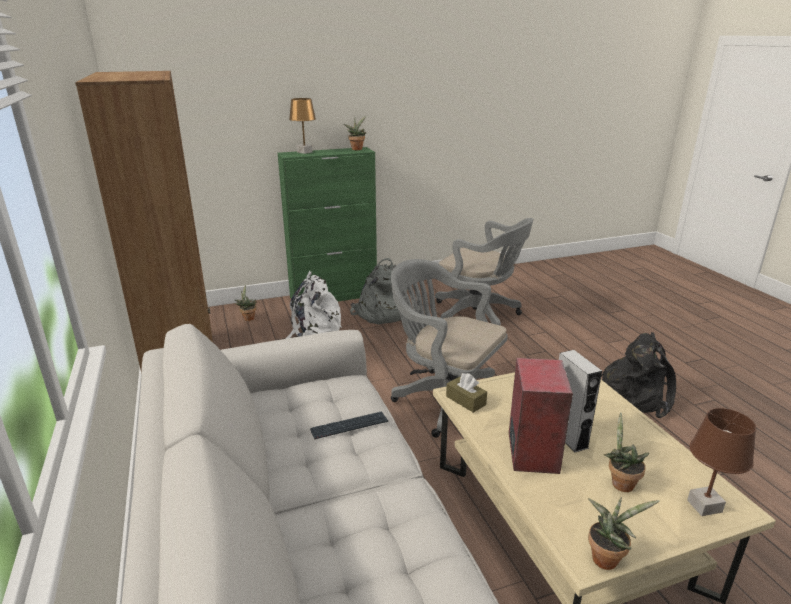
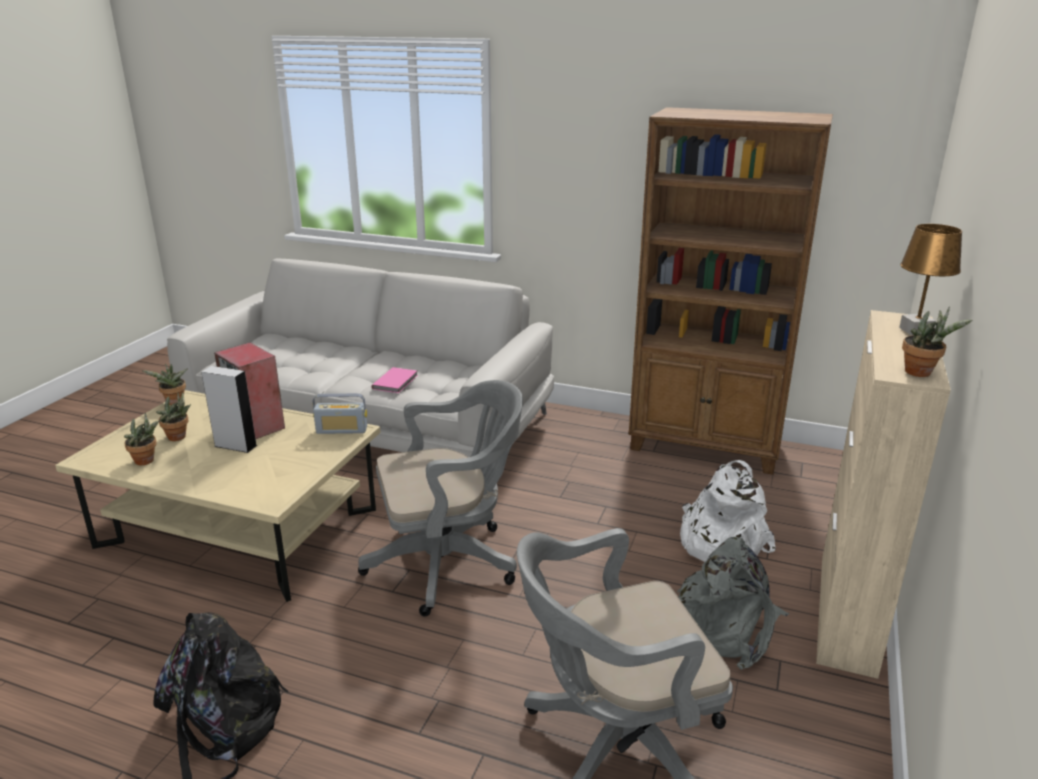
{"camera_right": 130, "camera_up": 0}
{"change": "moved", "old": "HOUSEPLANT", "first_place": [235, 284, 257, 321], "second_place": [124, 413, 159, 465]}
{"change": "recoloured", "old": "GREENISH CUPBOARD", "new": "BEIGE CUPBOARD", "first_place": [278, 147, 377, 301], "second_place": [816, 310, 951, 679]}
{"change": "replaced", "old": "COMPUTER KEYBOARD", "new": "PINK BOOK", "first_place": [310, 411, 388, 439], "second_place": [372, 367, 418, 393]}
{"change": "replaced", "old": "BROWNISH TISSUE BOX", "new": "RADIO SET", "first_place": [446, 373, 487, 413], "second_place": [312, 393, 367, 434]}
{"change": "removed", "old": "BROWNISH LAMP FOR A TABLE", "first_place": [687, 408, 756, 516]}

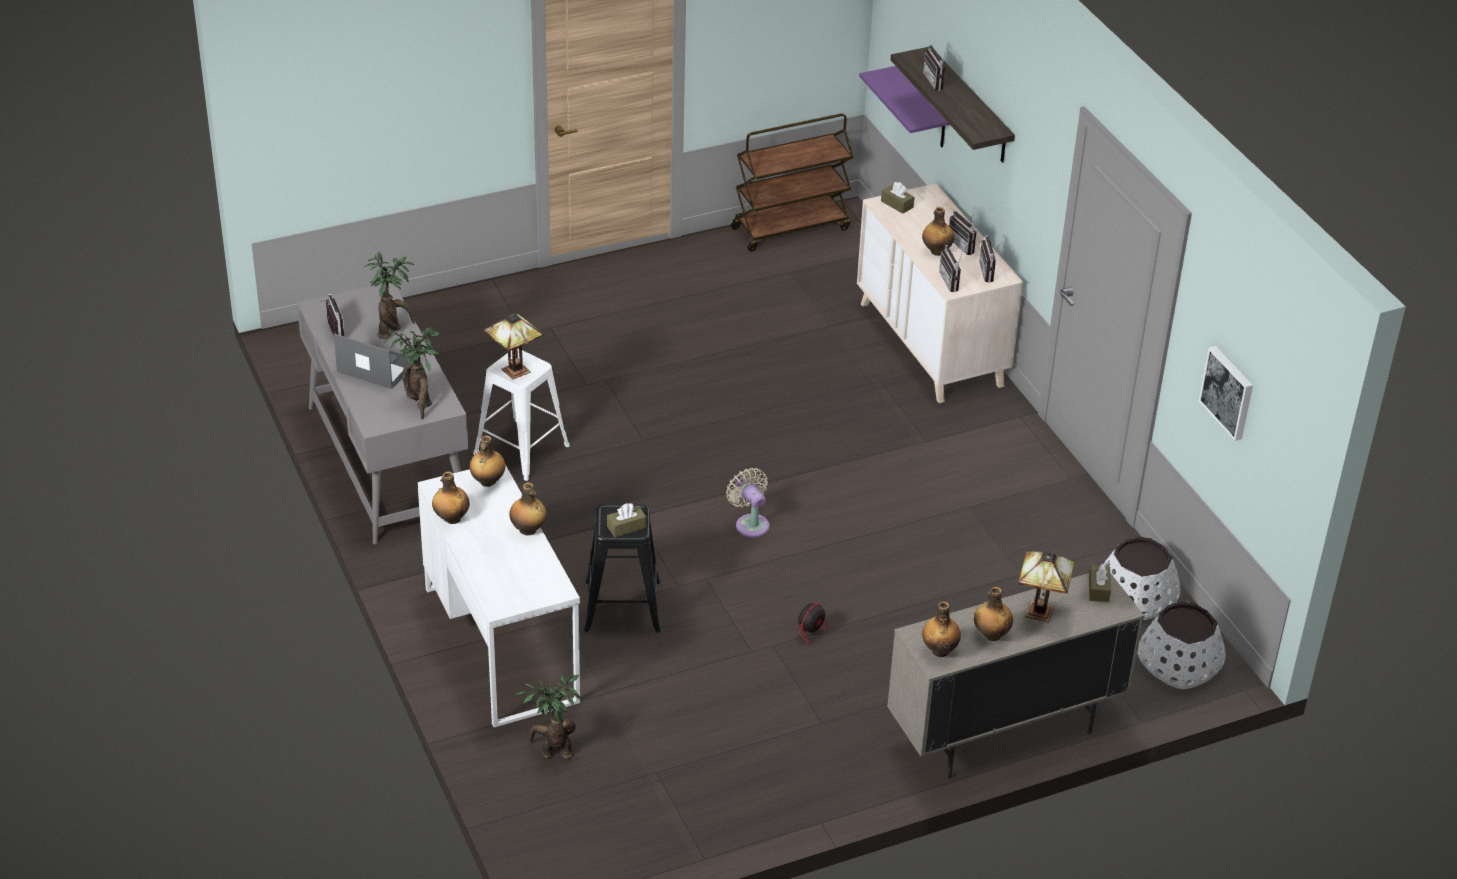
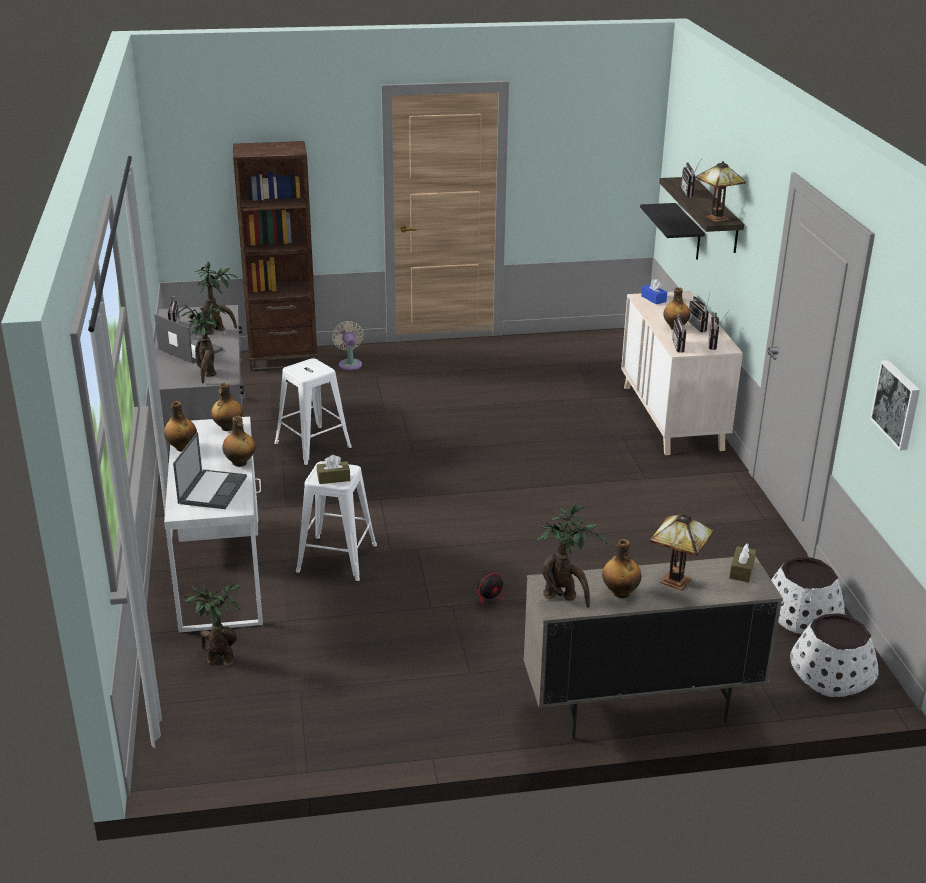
{"camera_right": 15, "camera_up": -10}
{"change": "moved", "old": "LAMP FOR A TABLE", "first_place": [484, 314, 544, 379], "second_place": [696, 161, 746, 222]}
{"change": "recoloured", "old": "BLACK-COLOURED STOOL", "new": "WHITE STOOL", "first_place": [584, 504, 661, 633], "second_place": [295, 461, 377, 582]}
{"change": "moved", "old": "BEIGE FAN", "first_place": [726, 468, 770, 538], "second_place": [332, 321, 364, 370]}
{"change": "removed", "old": "BROWNISH WHEELED CART", "first_place": [731, 113, 854, 252]}
{"change": "recoloured", "old": "PURPLE-COLOURED SHELF", "new": "BLACK-COLOURED SHELF", "first_place": [859, 66, 950, 147], "second_place": [640, 203, 705, 260]}
{"change": "recoloured", "old": "BROWNISH TISSUE BOX", "new": "BLUE TISSUE BOX", "first_place": [881, 182, 914, 214], "second_place": [641, 279, 667, 304]}
{"change": "replaced", "old": "BOTTLE", "new": "HOUSEPLANT", "first_place": [922, 601, 961, 657], "second_place": [537, 503, 607, 608]}
{"change": "added", "new": "LAPTOP", "second_place": [173, 432, 247, 509]}
{"change": "added", "new": "BROWNISH BOOKCASE", "second_place": [233, 141, 318, 372]}

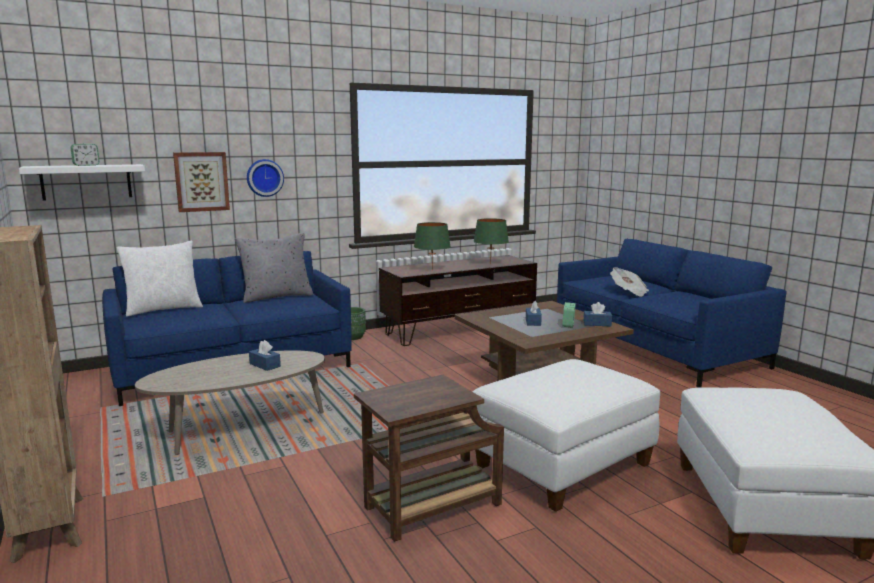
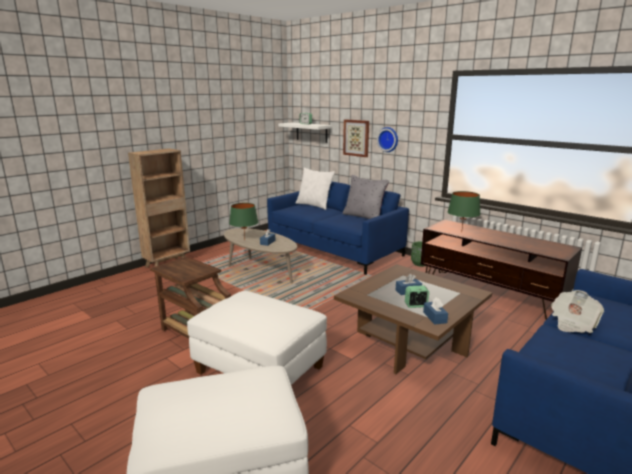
{"camera_right": 70, "camera_up": 5}
{"change": "moved", "old": "GREENISH LAMP FOR A TABLE", "first_place": [474, 218, 509, 264], "second_place": [229, 203, 258, 238]}

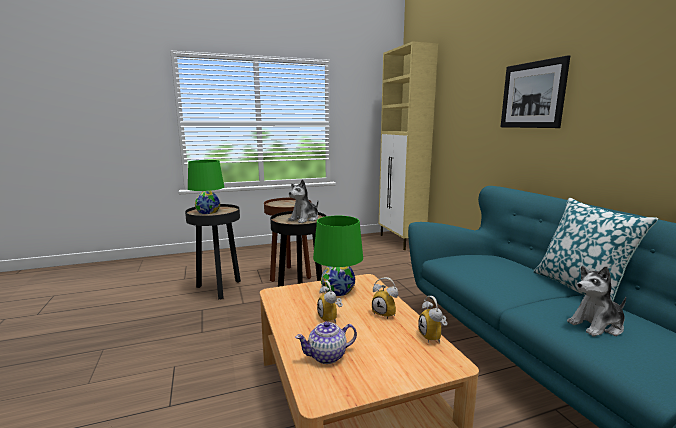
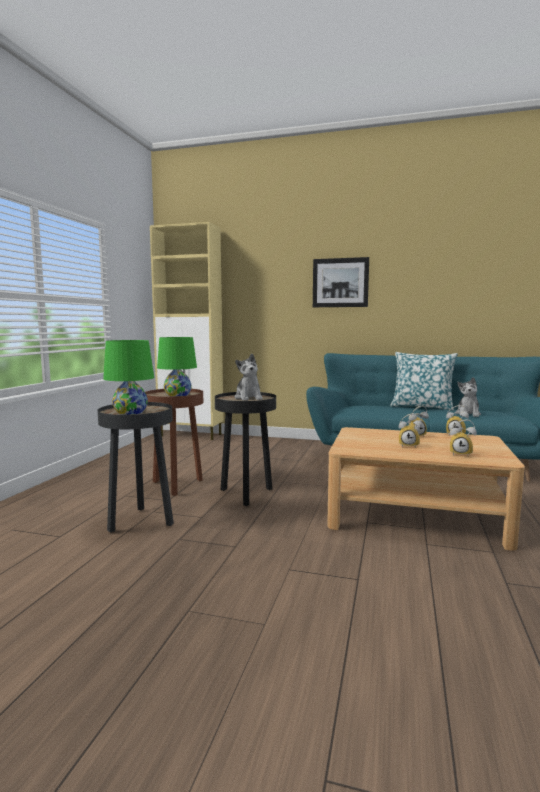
{"camera_right": -55, "camera_up": -5}
{"change": "replaced", "old": "POT FOR TEA", "new": "ALARM CLOCK", "first_place": [295, 321, 357, 364], "second_place": [450, 420, 477, 456]}
{"change": "moved", "old": "GREENISH LAMP FOR A TABLE", "first_place": [313, 216, 363, 296], "second_place": [157, 337, 197, 397]}

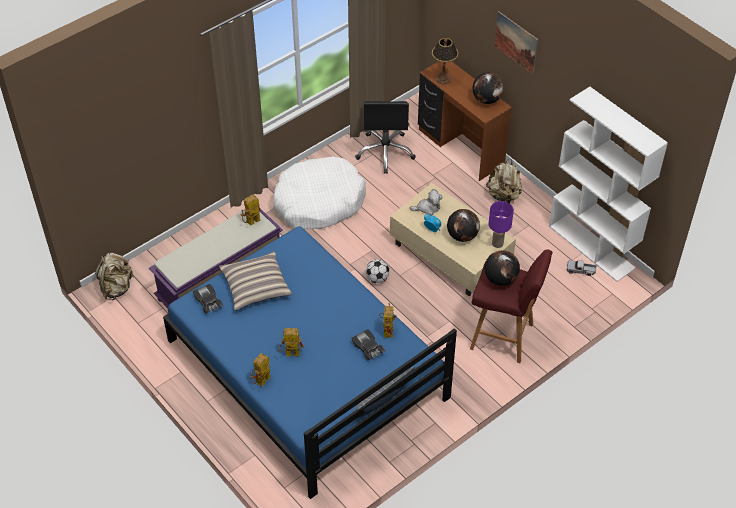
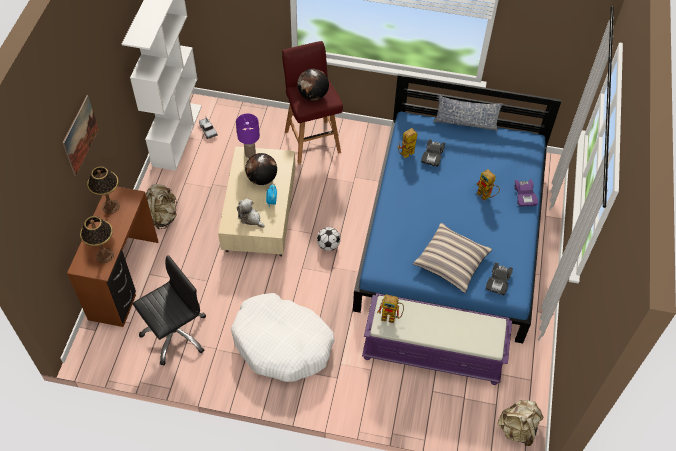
{"camera_right": -130, "camera_up": 5}
{"change": "replaced", "old": "MODEL ROBOT", "new": "PURPLE-COLOURED TOY CAR", "first_place": [250, 353, 271, 386], "second_place": [515, 180, 538, 207]}
{"change": "replaced", "old": "GLOBE", "new": "LAMP FOR A TABLE", "first_place": [472, 72, 504, 104], "second_place": [87, 166, 120, 214]}

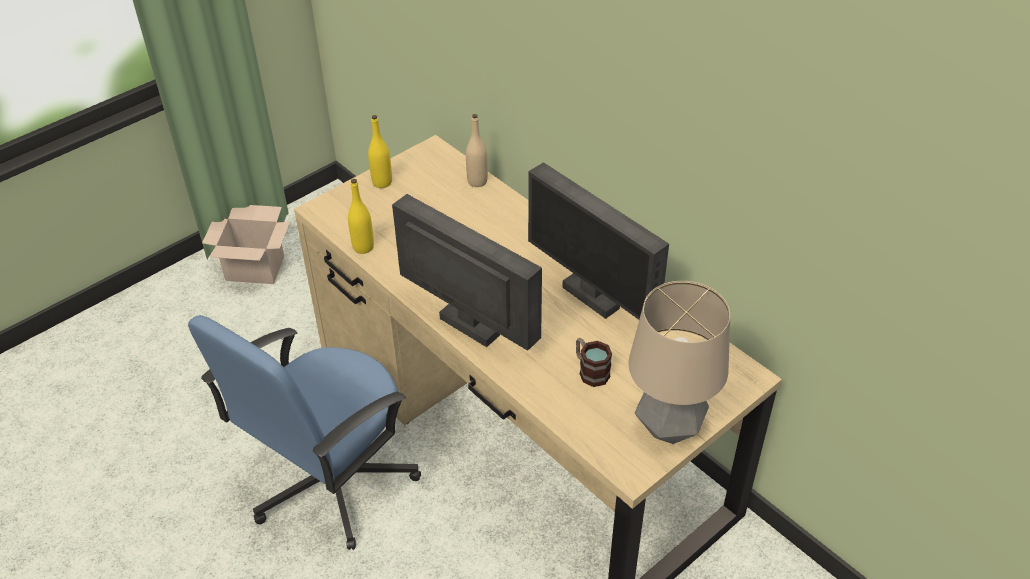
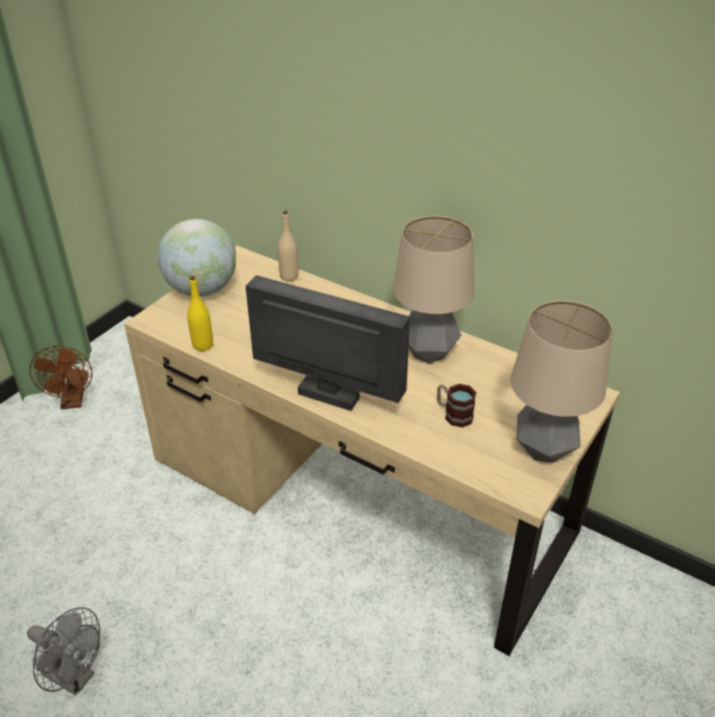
{"camera_right": -15, "camera_up": -5}
{"change": "removed", "old": "BLUE DESK CHAIR", "first_place": [188, 315, 421, 550]}
{"change": "replaced", "old": "CARDBOARD BOX", "new": "BROWNISH FAN", "first_place": [202, 205, 290, 284], "second_place": [29, 346, 92, 409]}
{"change": "replaced", "old": "YELLOW-COLOURED BOTTLE", "new": "GLOBE", "first_place": [368, 115, 392, 188], "second_place": [158, 219, 236, 297]}
{"change": "replaced", "old": "MONITOR", "new": "LAMP FOR A TABLE", "first_place": [528, 162, 669, 320], "second_place": [393, 216, 474, 363]}
{"change": "added", "new": "GRAY FAN", "second_place": [27, 607, 100, 696]}

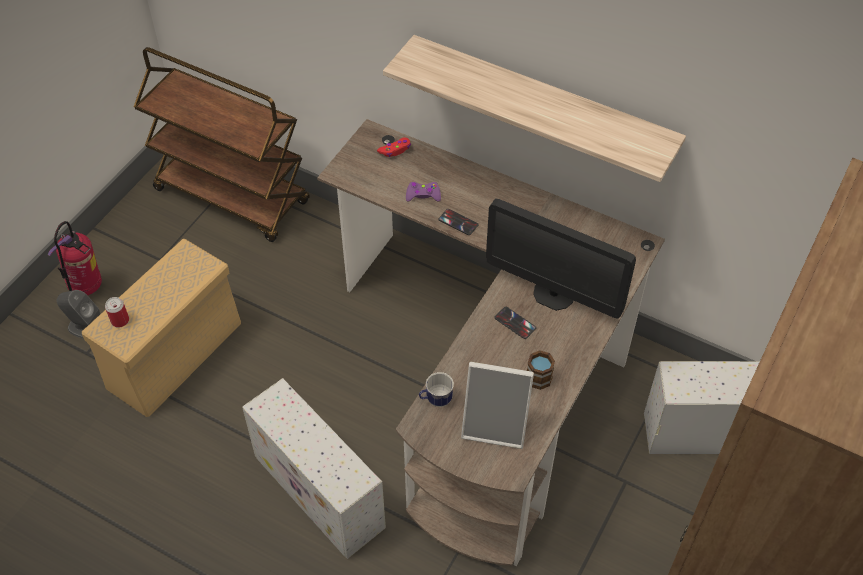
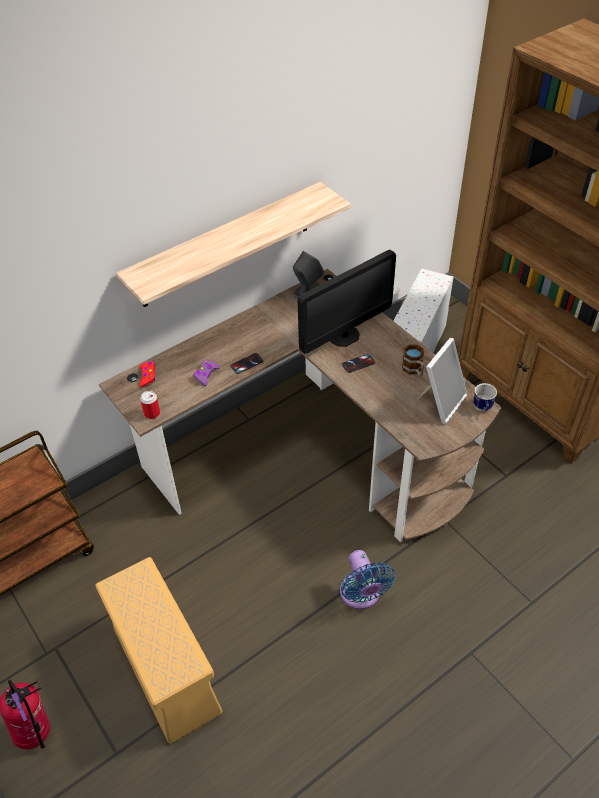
{"camera_right": -65, "camera_up": -5}
{"change": "moved", "old": "GRAY AUDIO SPEAKER", "first_place": [57, 290, 100, 339], "second_place": [293, 251, 324, 299]}
{"change": "moved", "old": "METAL CAN", "first_place": [105, 297, 129, 328], "second_place": [140, 391, 160, 419]}
{"change": "replaced", "old": "WHITE STORAGE CONTAINER", "new": "BLUE FAN", "first_place": [242, 378, 386, 559], "second_place": [340, 550, 395, 610]}
{"change": "moved", "old": "COFFEE MUG", "first_place": [419, 372, 454, 407], "second_place": [473, 383, 497, 411]}

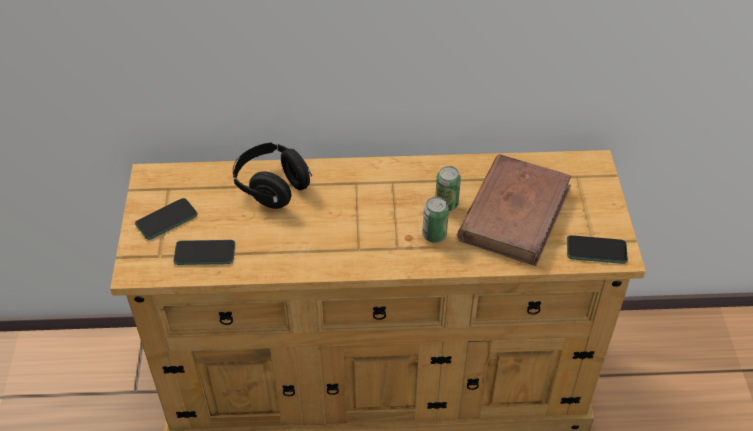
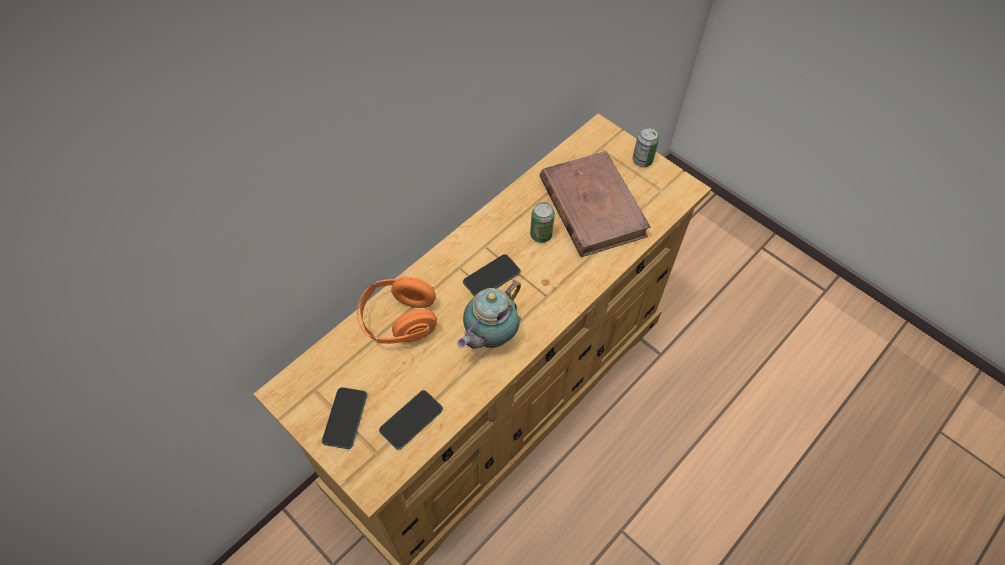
{"camera_right": -45, "camera_up": 10}
{"change": "recoloured", "old": "BLACK-COLOURED PAIR OF HEADPHONES", "new": "ORANGE-COLOURED PAIR OF HEADPHONES", "first_place": [233, 142, 313, 209], "second_place": [357, 277, 437, 344]}
{"change": "moved", "old": "METAL CAN", "first_place": [423, 197, 449, 243], "second_place": [633, 127, 659, 167]}
{"change": "moved", "old": "PHONE", "first_place": [567, 235, 628, 264], "second_place": [463, 254, 521, 297]}
{"change": "added", "new": "POT FOR TEA", "second_place": [457, 279, 521, 349]}

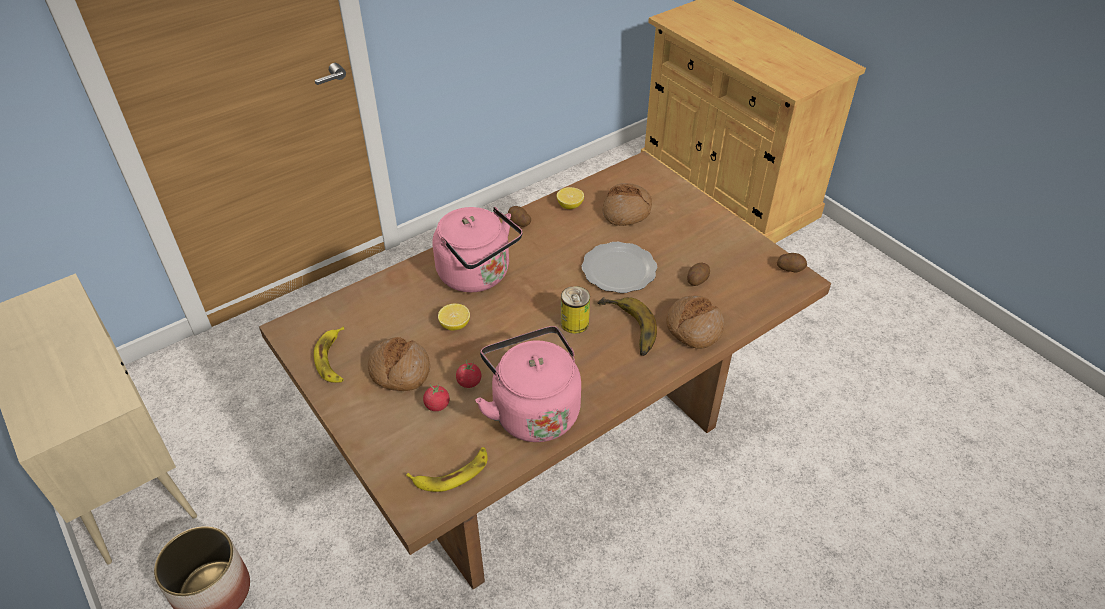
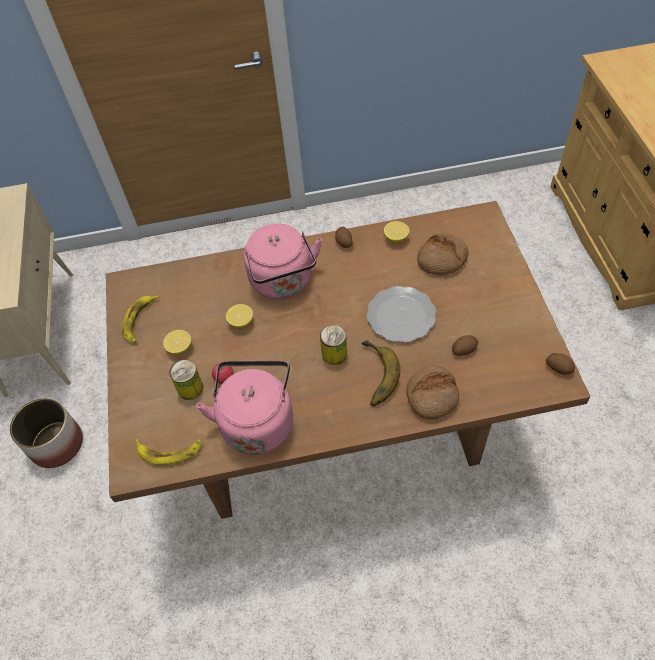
{"camera_right": 30, "camera_up": 10}
{"change": "replaced", "old": "BREAD", "new": "LEMON", "first_place": [368, 337, 430, 391], "second_place": [163, 330, 191, 355]}
{"change": "replaced", "old": "FRESH TOMATO", "new": "METAL CAN", "first_place": [423, 383, 449, 411], "second_place": [169, 360, 203, 400]}

